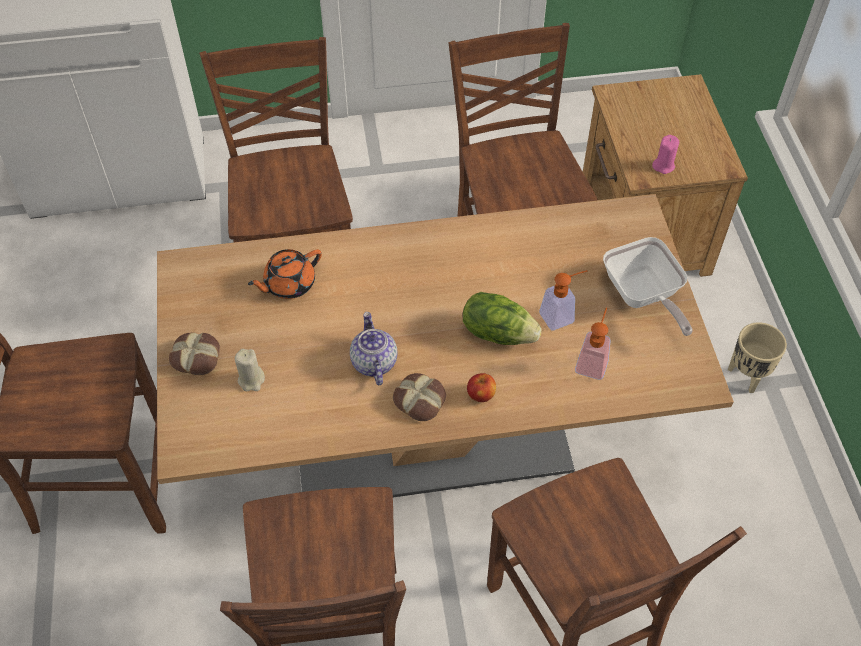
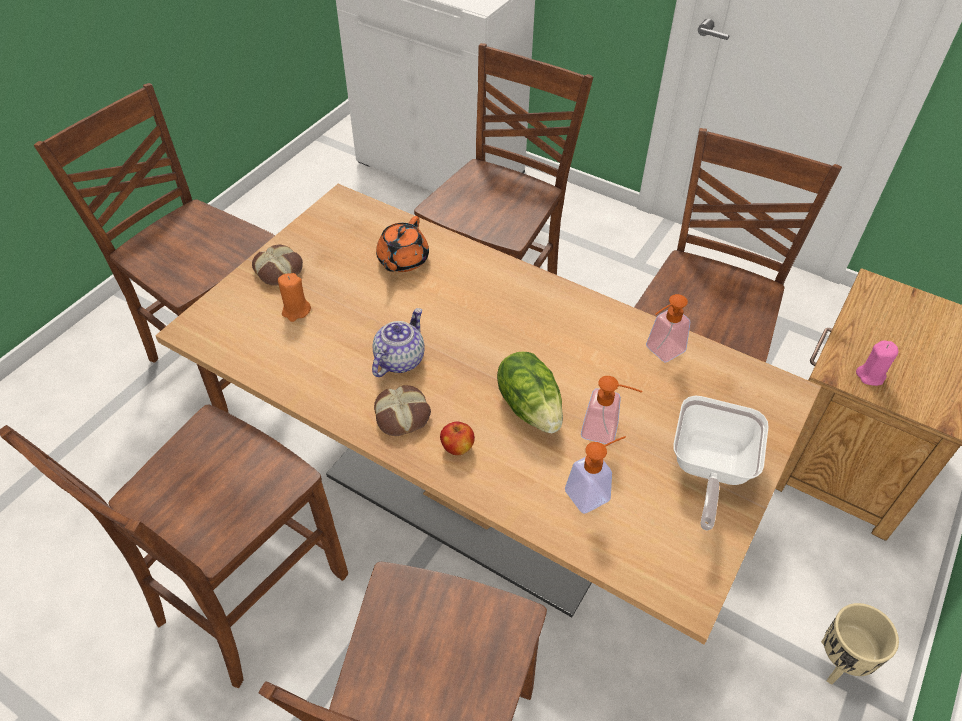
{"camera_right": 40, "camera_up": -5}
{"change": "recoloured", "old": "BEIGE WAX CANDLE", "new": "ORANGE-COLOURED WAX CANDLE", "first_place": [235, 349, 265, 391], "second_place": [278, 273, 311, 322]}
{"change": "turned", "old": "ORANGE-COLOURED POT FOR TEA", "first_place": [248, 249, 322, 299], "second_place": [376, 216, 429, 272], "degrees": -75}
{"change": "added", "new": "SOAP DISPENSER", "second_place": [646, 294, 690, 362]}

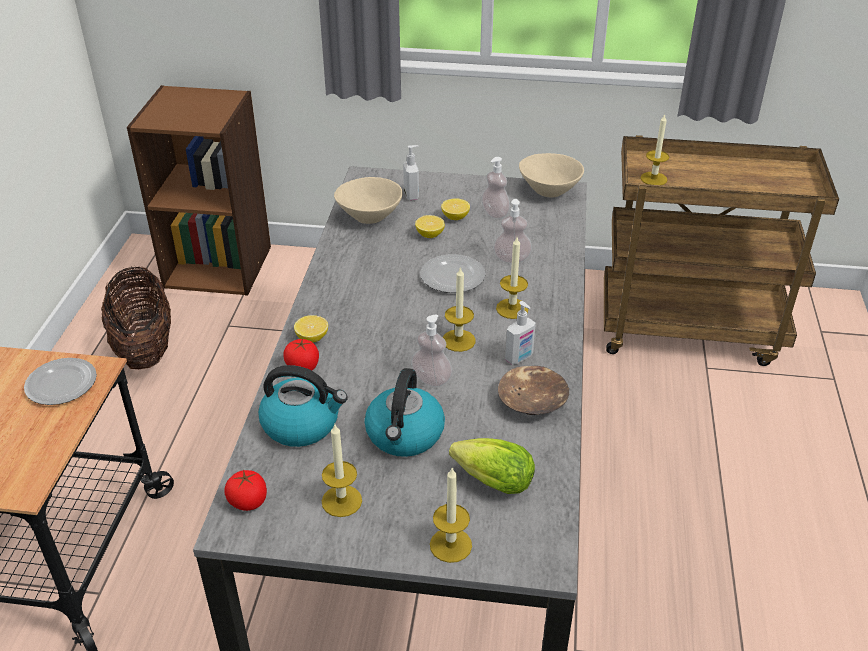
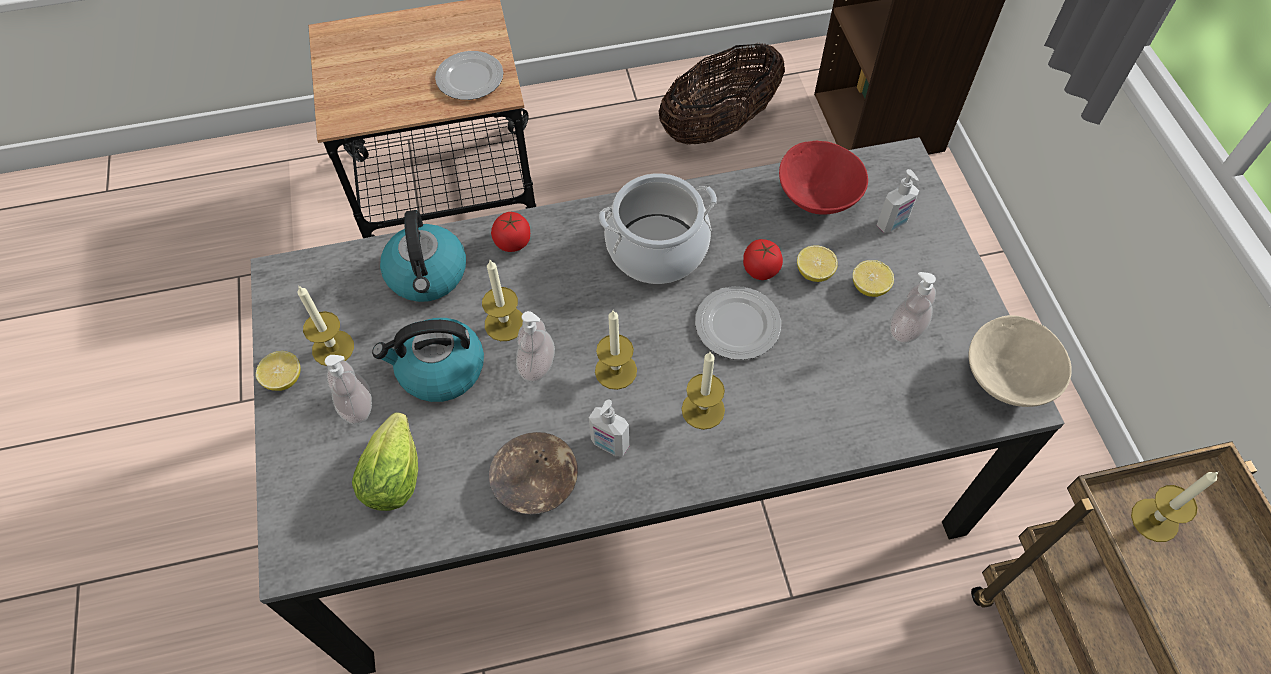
{"camera_right": 70, "camera_up": 20}
{"change": "moved", "old": "FRESH TOMATO", "first_place": [224, 470, 267, 511], "second_place": [743, 239, 783, 280]}
{"change": "moved", "old": "LEMON", "first_place": [294, 315, 328, 342], "second_place": [256, 351, 300, 391]}
{"change": "recoloured", "old": "BEIGE BOWL", "new": "RED-COLOURED BOWL", "first_place": [334, 177, 402, 224], "second_place": [779, 141, 868, 215]}
{"change": "moved", "old": "WAX CANDLE", "first_place": [430, 467, 472, 563], "second_place": [482, 260, 523, 341]}
{"change": "moved", "old": "SOAP DISPENSER", "first_place": [493, 199, 532, 263], "second_place": [325, 355, 372, 424]}
{"change": "added", "new": "COOKING POT", "second_place": [599, 173, 717, 284]}

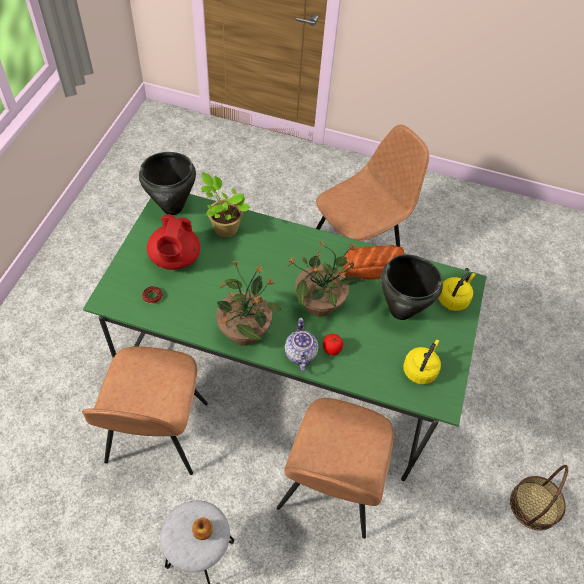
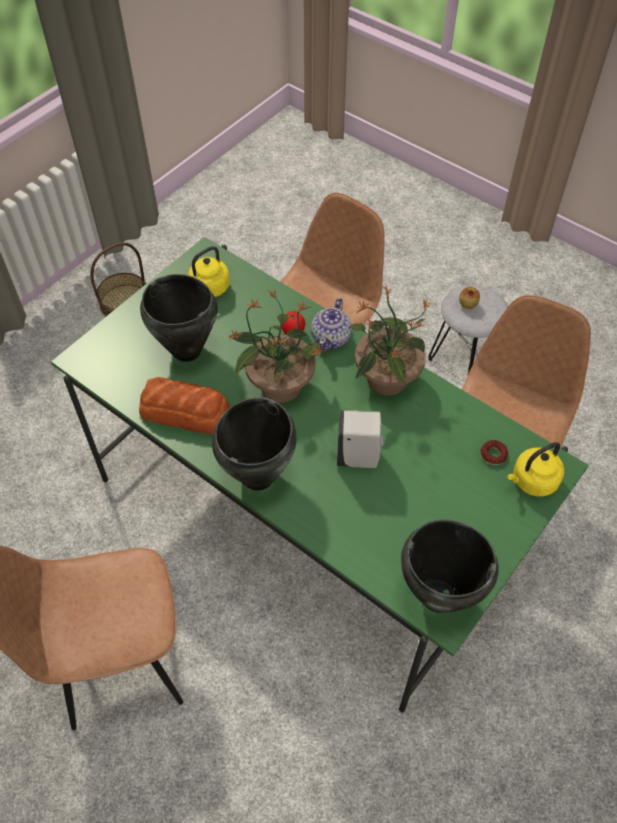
{"camera_right": -155, "camera_up": 0}
{"change": "removed", "old": "RED-COLOURED POT FOR TEA", "first_place": [147, 214, 200, 270]}
{"change": "removed", "old": "HOUSEPLANT", "first_place": [201, 173, 251, 237]}
{"change": "moved", "old": "YELLOW-COLOURED KETTLE", "first_place": [439, 272, 476, 311], "second_place": [507, 442, 564, 497]}
{"change": "added", "new": "BLACK-COLOURED COOKING POT", "second_place": [212, 397, 296, 491]}
{"change": "added", "new": "WHITE SOAP DISPENSER", "second_place": [337, 410, 384, 469]}

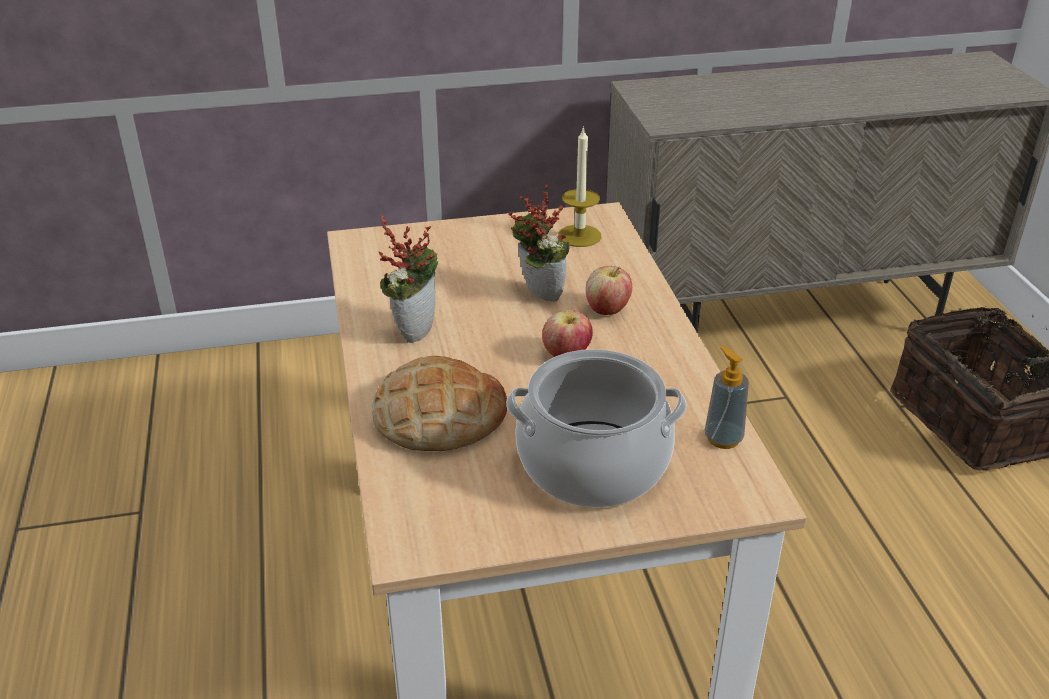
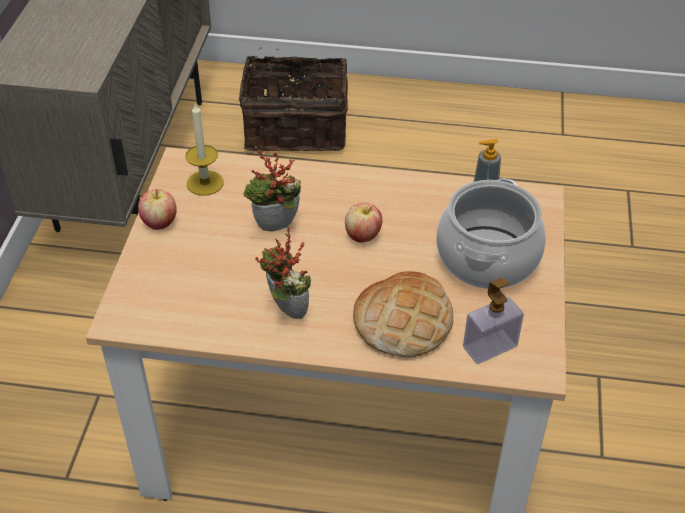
{"camera_right": -70, "camera_up": 10}
{"change": "moved", "old": "WHOLE APPLE", "first_place": [586, 266, 632, 315], "second_place": [138, 189, 176, 230]}
{"change": "added", "new": "SOAP DISPENSER", "second_place": [463, 278, 524, 364]}

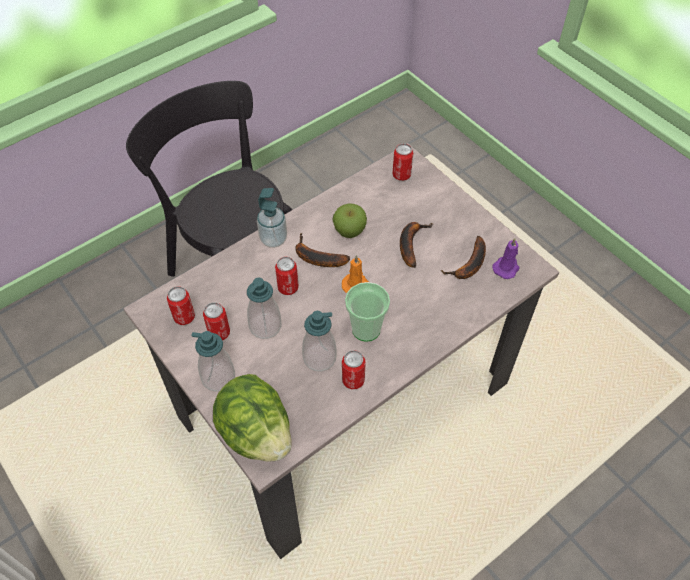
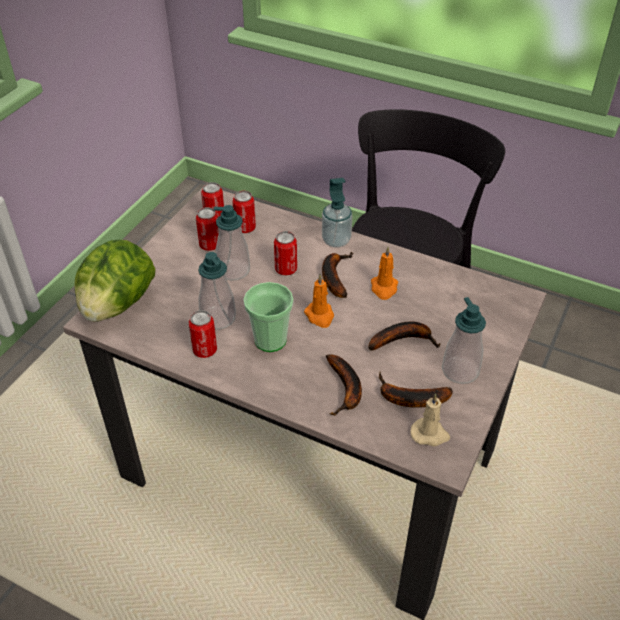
{"camera_right": 65, "camera_up": -10}
{"change": "moved", "old": "SOAP DISPENSER", "first_place": [192, 331, 235, 392], "second_place": [442, 297, 486, 384]}
{"change": "replaced", "old": "WHOLE APPLE", "new": "ORANGE-COLOURED WAX CANDLE", "first_place": [332, 203, 367, 238], "second_place": [371, 247, 398, 300]}
{"change": "moved", "old": "METAL CAN", "first_place": [392, 143, 413, 181], "second_place": [232, 191, 256, 233]}
{"change": "recoloured", "old": "PURPLE-COLOURED WAX CANDLE", "new": "BEIGE WAX CANDLE", "first_place": [492, 238, 520, 279], "second_place": [410, 394, 450, 446]}
{"change": "added", "new": "BANANA", "second_place": [326, 354, 362, 416]}

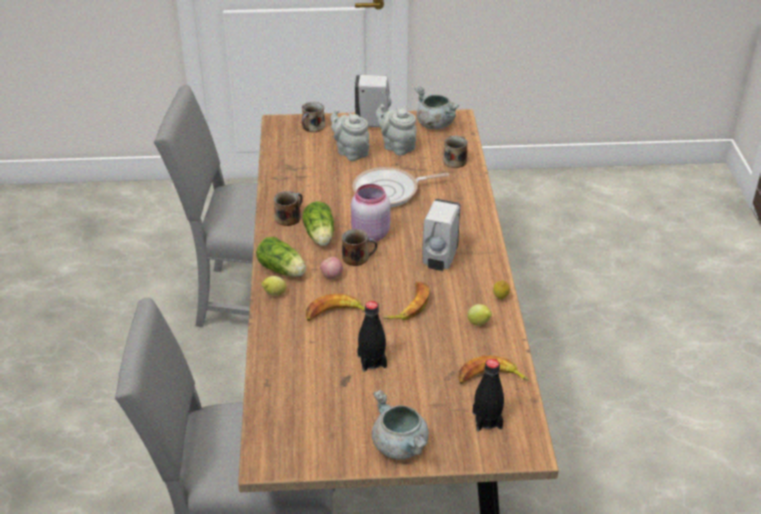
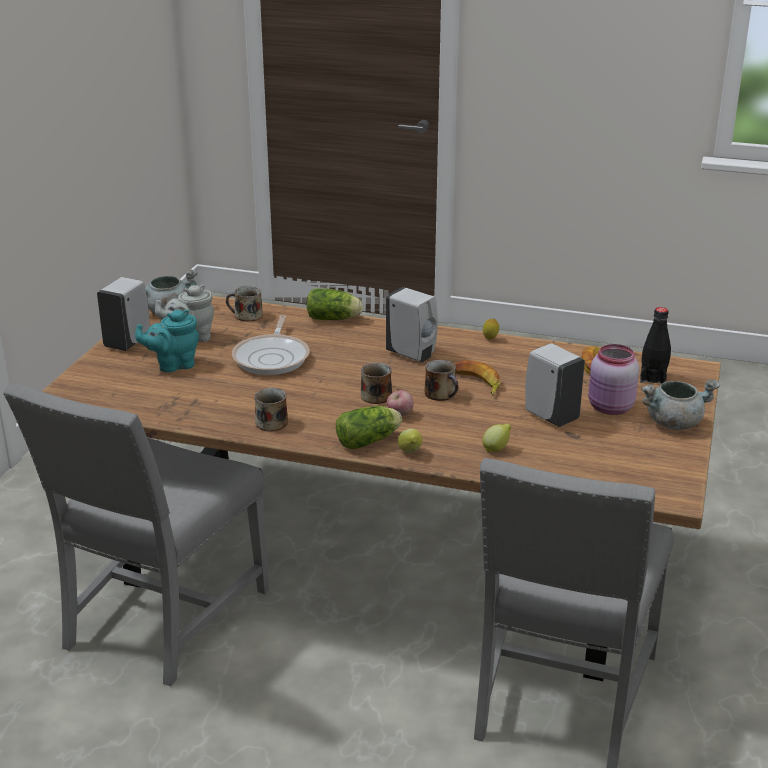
{"camera_right": -70, "camera_up": -10}
{"change": "moved", "old": "COFFEE MUG", "first_place": [302, 102, 325, 132], "second_place": [425, 360, 458, 401]}
{"change": "moved", "old": "HEAD OF LETTUCE", "first_place": [302, 201, 334, 246], "second_place": [307, 288, 363, 320]}
{"change": "removed", "old": "BANANA", "first_place": [306, 294, 365, 321]}
{"change": "recoloured", "old": "GRAY POT FOR TEA", "new": "TURQUOISE-COLOURED POT FOR TEA", "first_place": [330, 109, 369, 161], "second_place": [135, 310, 199, 372]}
{"change": "moved", "old": "PINK PRESERVE JAR", "first_place": [351, 184, 391, 241], "second_place": [588, 344, 639, 415]}
{"change": "replaced", "old": "BLACK-COLOURED BOTTLE", "new": "WHITE SOAP DISPENSER", "first_place": [357, 301, 387, 372], "second_place": [525, 343, 585, 427]}
{"change": "moved", "old": "LEMON", "first_place": [467, 304, 492, 326], "second_place": [482, 424, 511, 452]}

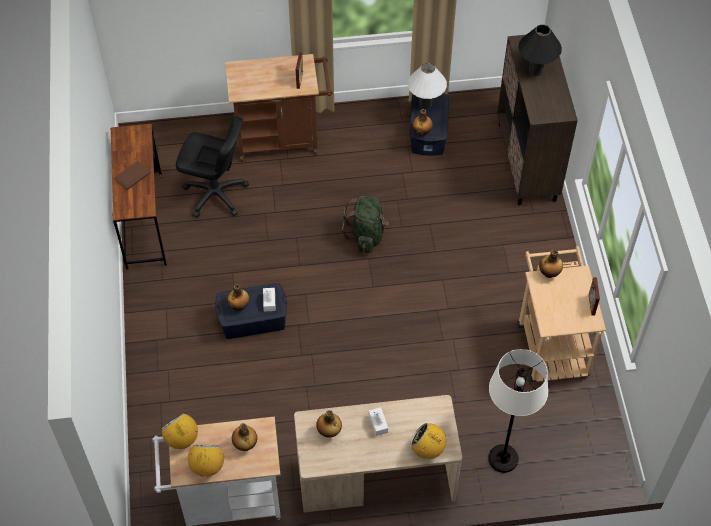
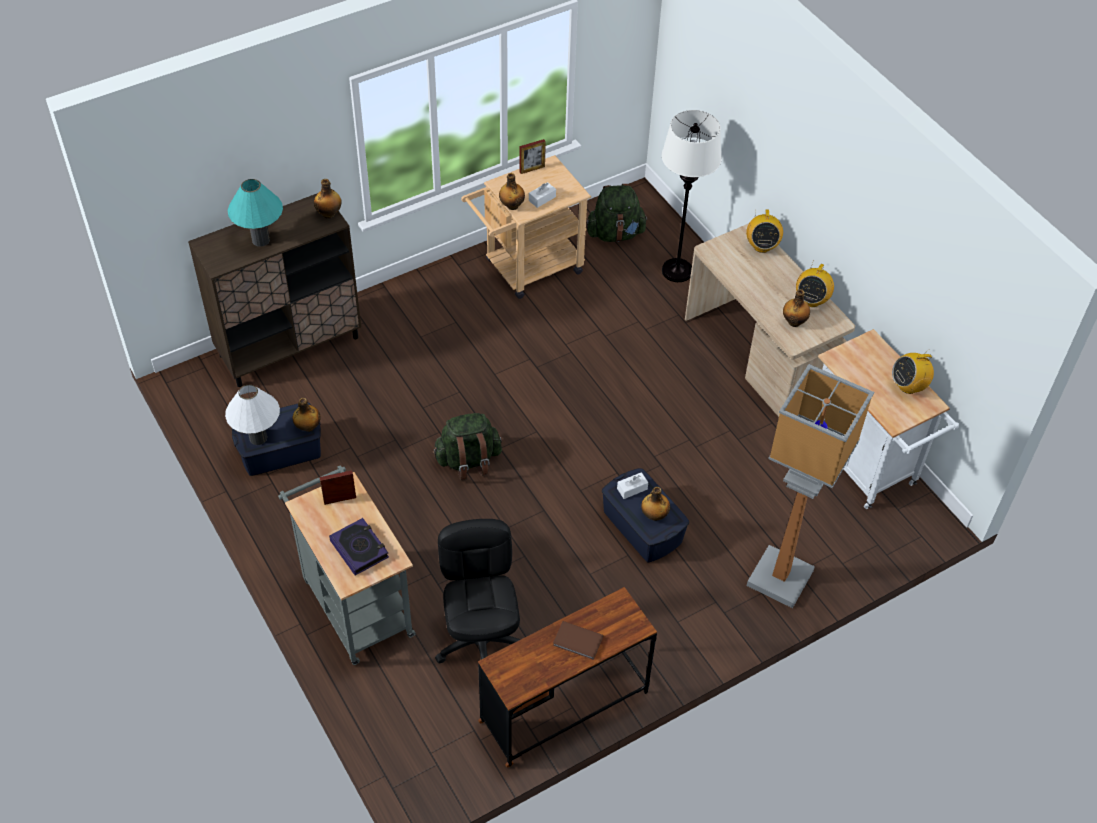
{"camera_right": -115, "camera_up": -5}
{"change": "moved", "old": "RADIO SET", "first_place": [162, 413, 198, 449], "second_place": [796, 260, 834, 307]}
{"change": "recoloured", "old": "BROWNISH WHEELED CART", "new": "GRAY WHEELED CART", "first_place": [225, 54, 333, 162], "second_place": [278, 465, 416, 665]}
{"change": "moved", "old": "BOTTLE", "first_place": [232, 423, 257, 451], "second_place": [314, 179, 342, 219]}
{"change": "moved", "old": "WHITE TISSUE BOX", "first_place": [369, 407, 388, 436], "second_place": [529, 182, 556, 208]}
{"change": "recoloured", "old": "BLACK-COLOURED LAMP FOR A TABLE", "new": "TURQUOISE-COLOURED LAMP FOR A TABLE", "first_place": [518, 24, 562, 76], "second_place": [228, 179, 283, 247]}
{"change": "added", "new": "BOOK", "second_place": [329, 518, 389, 576]}
{"change": "added", "new": "GREENISH BACKPACK", "second_place": [587, 184, 648, 242]}
{"change": "added", "new": "FLOOR LAMP", "second_place": [747, 364, 874, 608]}

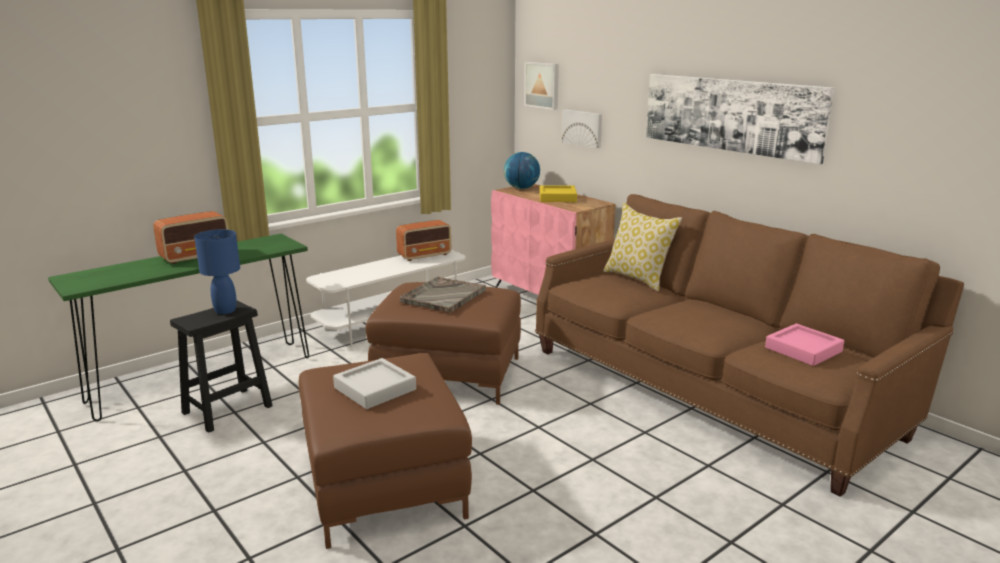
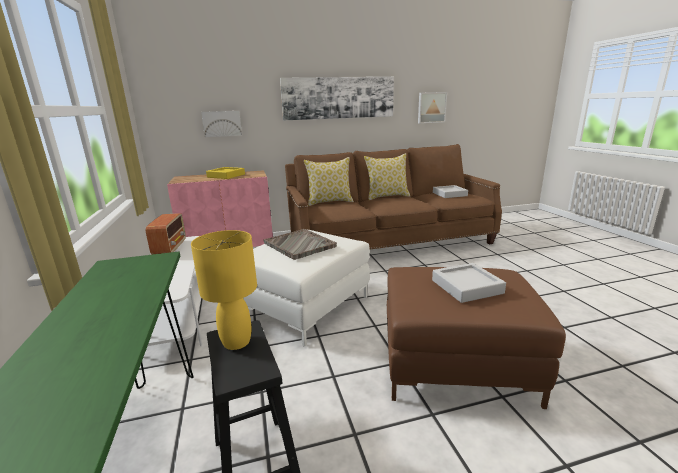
{"camera_right": -65, "camera_up": 0}
{"change": "removed", "old": "RADIO SET", "first_place": [153, 211, 228, 264]}
{"change": "recoloured", "old": "BLUE LAMP FOR A TABLE", "new": "YELLOW-COLOURED LAMP FOR A TABLE", "first_place": [194, 229, 240, 314], "second_place": [191, 230, 257, 350]}
{"change": "recoloured", "old": "BROWNISH OTTOMAN", "new": "WHITE OTTOMAN", "first_place": [365, 282, 521, 405], "second_place": [243, 229, 370, 347]}
{"change": "removed", "old": "GLOBE", "first_place": [504, 152, 540, 189]}
{"change": "moved", "old": "WALL PICTURE", "first_place": [525, 62, 559, 110], "second_place": [418, 92, 447, 123]}
{"change": "recoloured", "old": "PINK TRAY", "new": "GRAY TRAY", "first_place": [765, 324, 844, 366], "second_place": [433, 185, 468, 198]}
{"change": "added", "new": "THROW PILLOW", "second_place": [364, 153, 410, 200]}

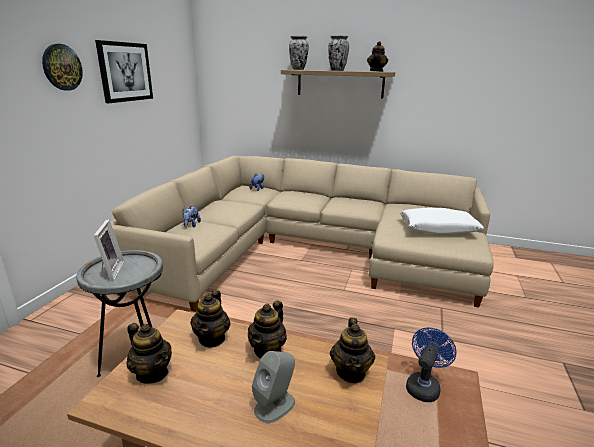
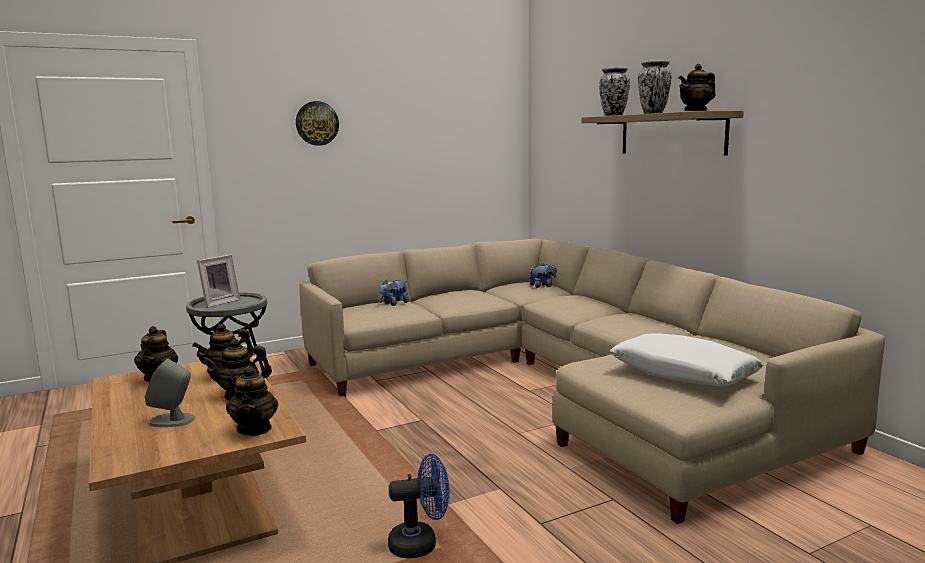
{"camera_right": 45, "camera_up": -10}
{"change": "removed", "old": "WALL PICTURE", "first_place": [95, 40, 153, 103]}
{"change": "turned", "old": "POT FOR TEA", "first_place": [330, 318, 375, 383], "second_place": [226, 366, 278, 436], "degrees": -60}

